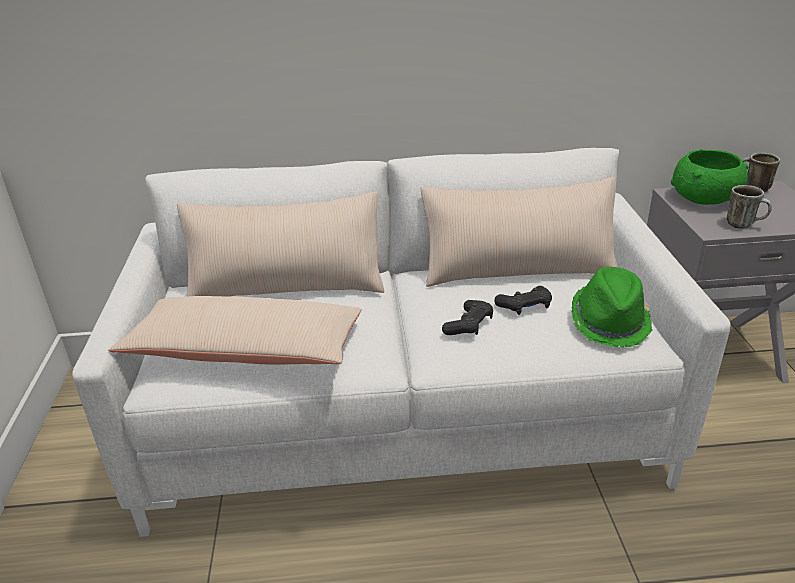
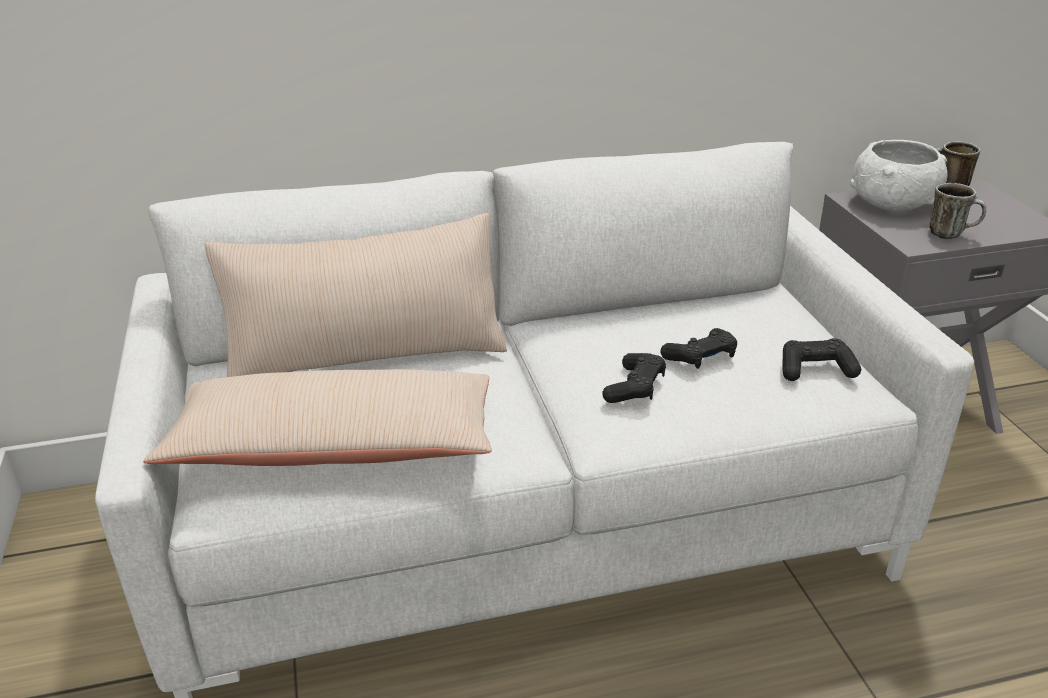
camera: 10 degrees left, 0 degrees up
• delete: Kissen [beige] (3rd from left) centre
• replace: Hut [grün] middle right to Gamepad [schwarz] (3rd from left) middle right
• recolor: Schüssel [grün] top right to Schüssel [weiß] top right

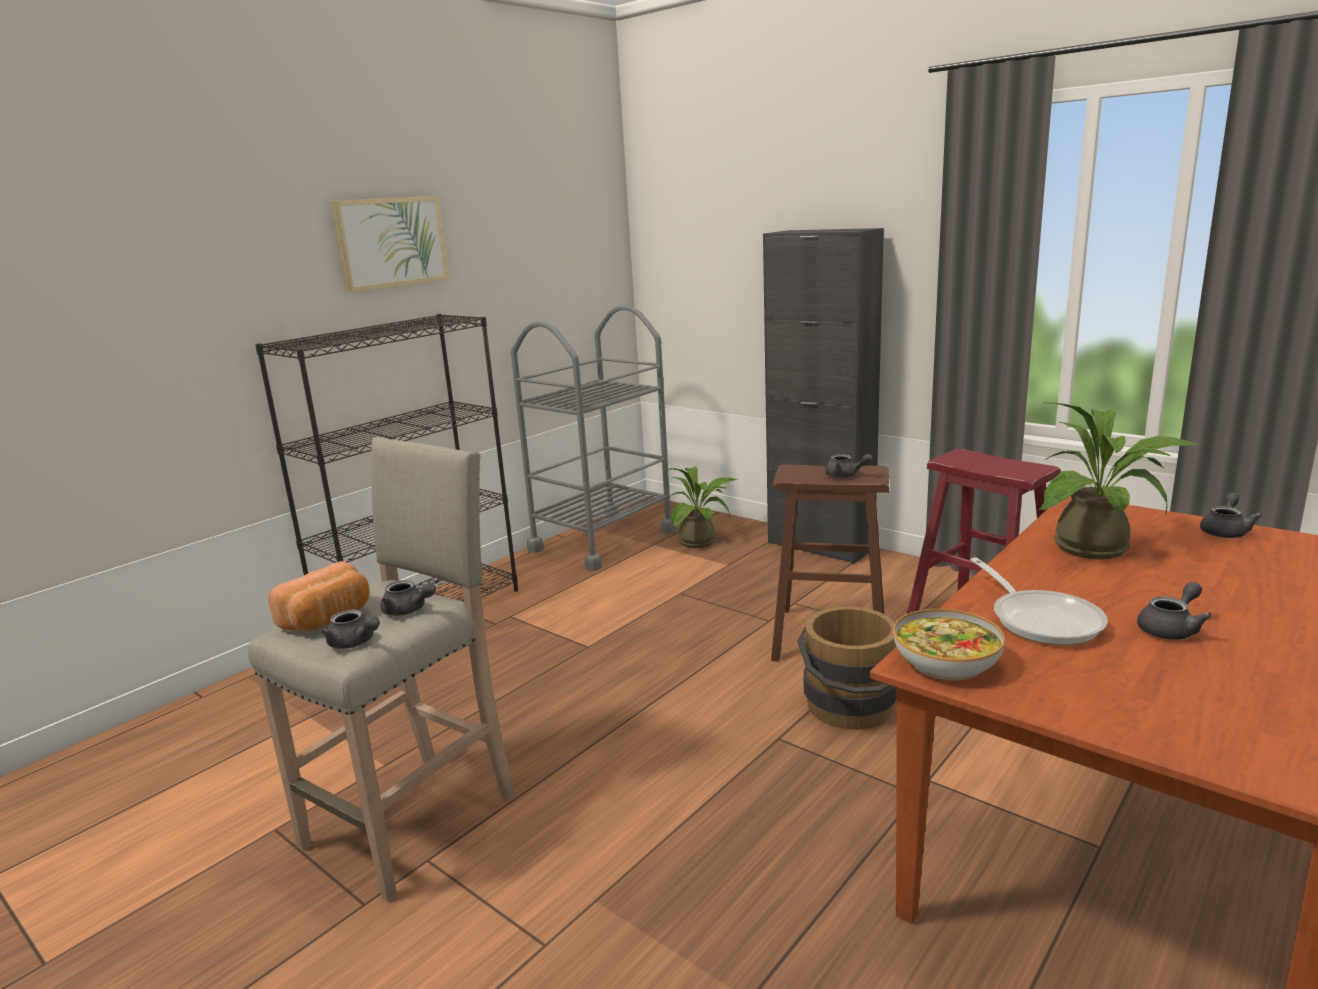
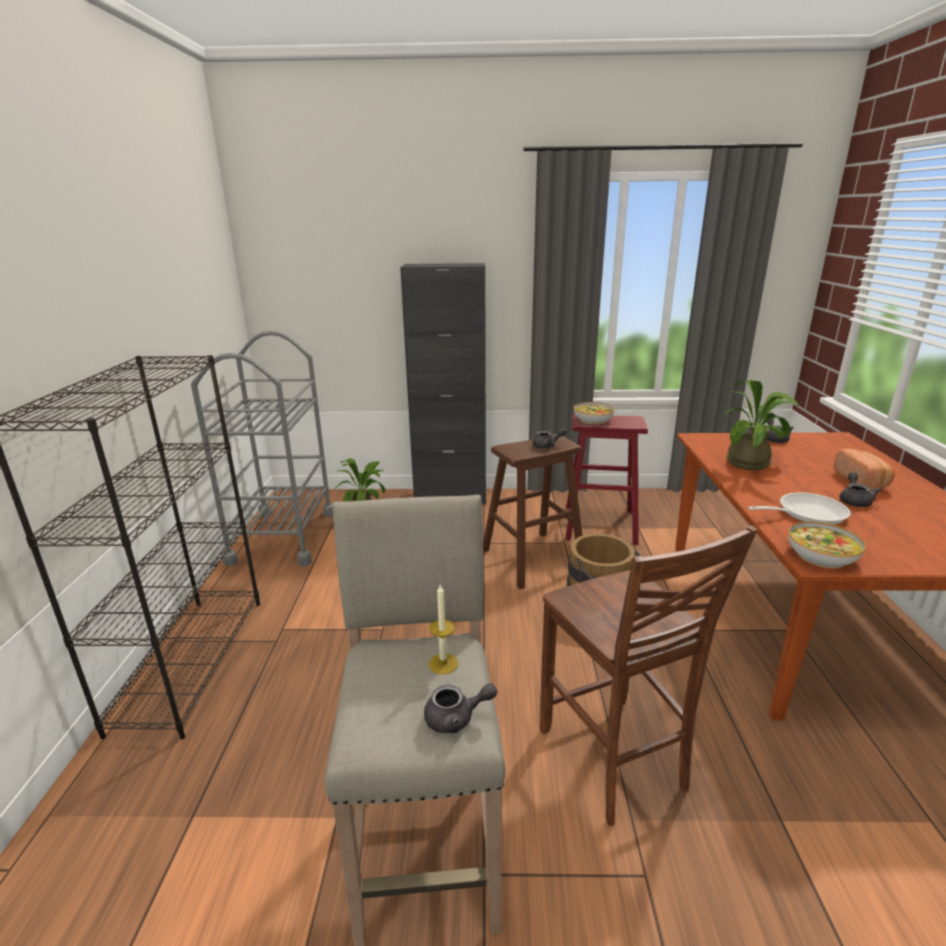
camera: 40 degrees left, 5 degrees up
• delete: Bild top left
• insert: Stuhl [braun] bottom right
• insert: Schüssel (1st from left) centre
• move: Brot middle left to middle right
• replace: Teekanne [grau] (2nd from left) middle left to Kerze centre
• rotate: Pfanne middle right = middle right 45 degrees counterclockwise

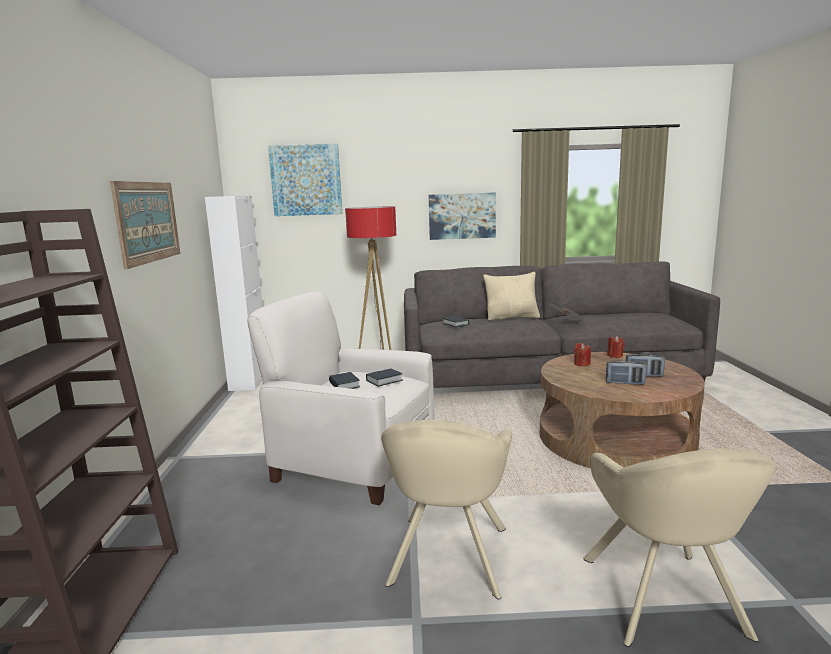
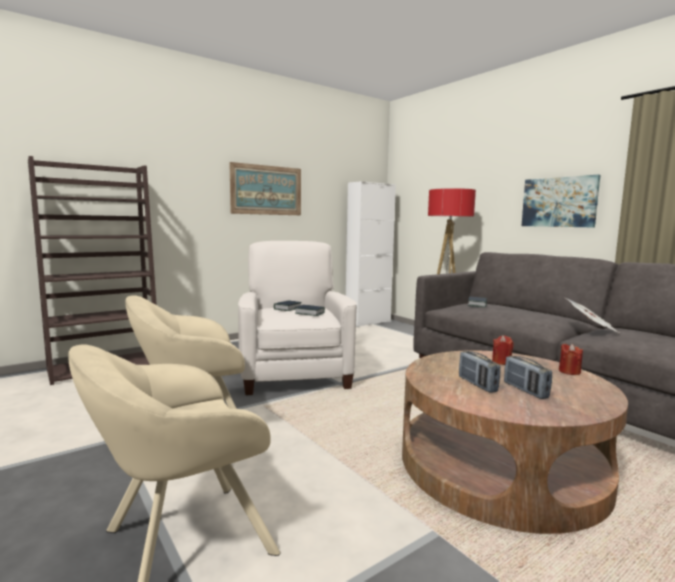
camera: 55 degrees right, 5 degrees down
• delete: Bild (2nd from left) top centre
• delete: Kissen [beige] centre

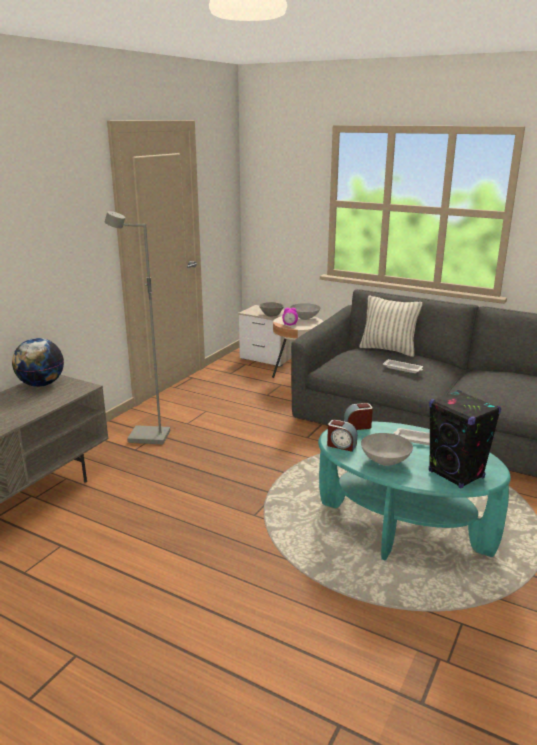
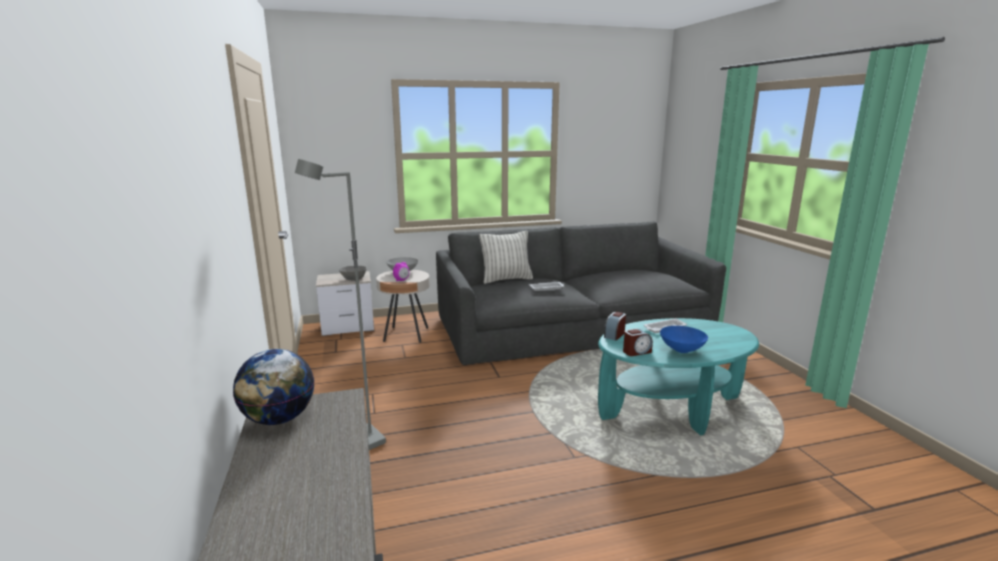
camera: 45 degrees left, 5 degrees down
• delete: Lautsprecher [schwarz] middle right
• recolor: Schüssel [grau] (3rd from left) middle right to Schüssel [blau] middle right

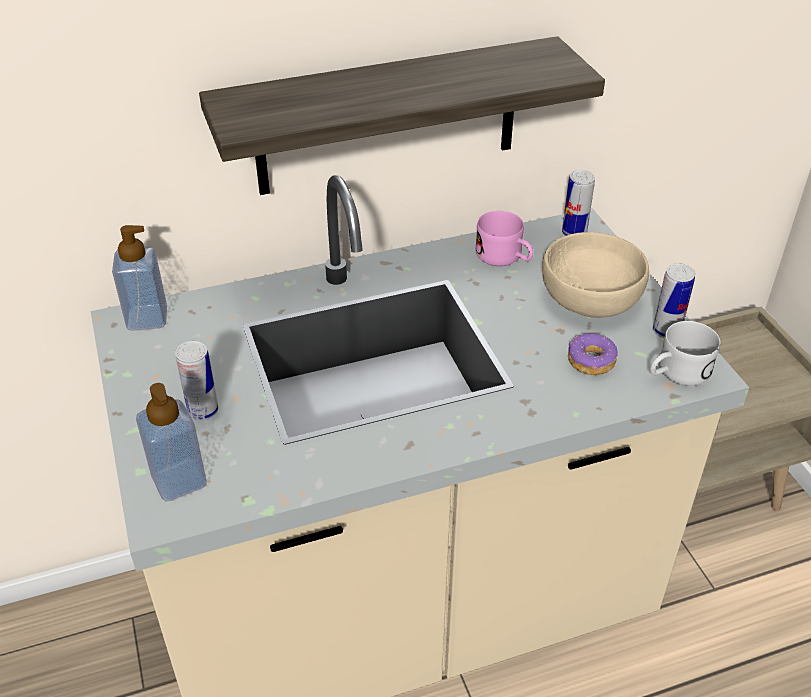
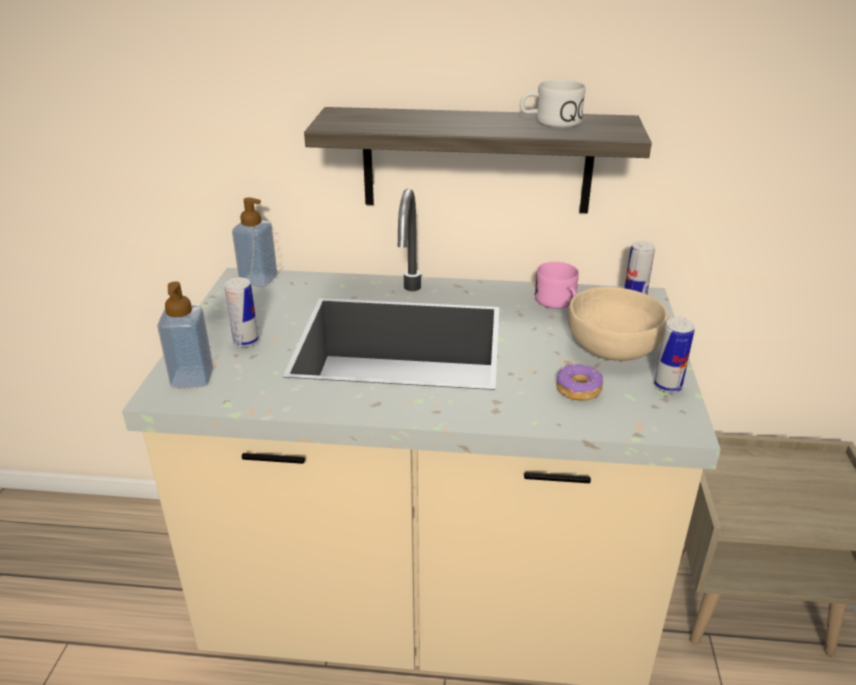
camera: 25 degrees right, 10 degrees down
• move: Henkelbecher [weiß] middle right to top centre

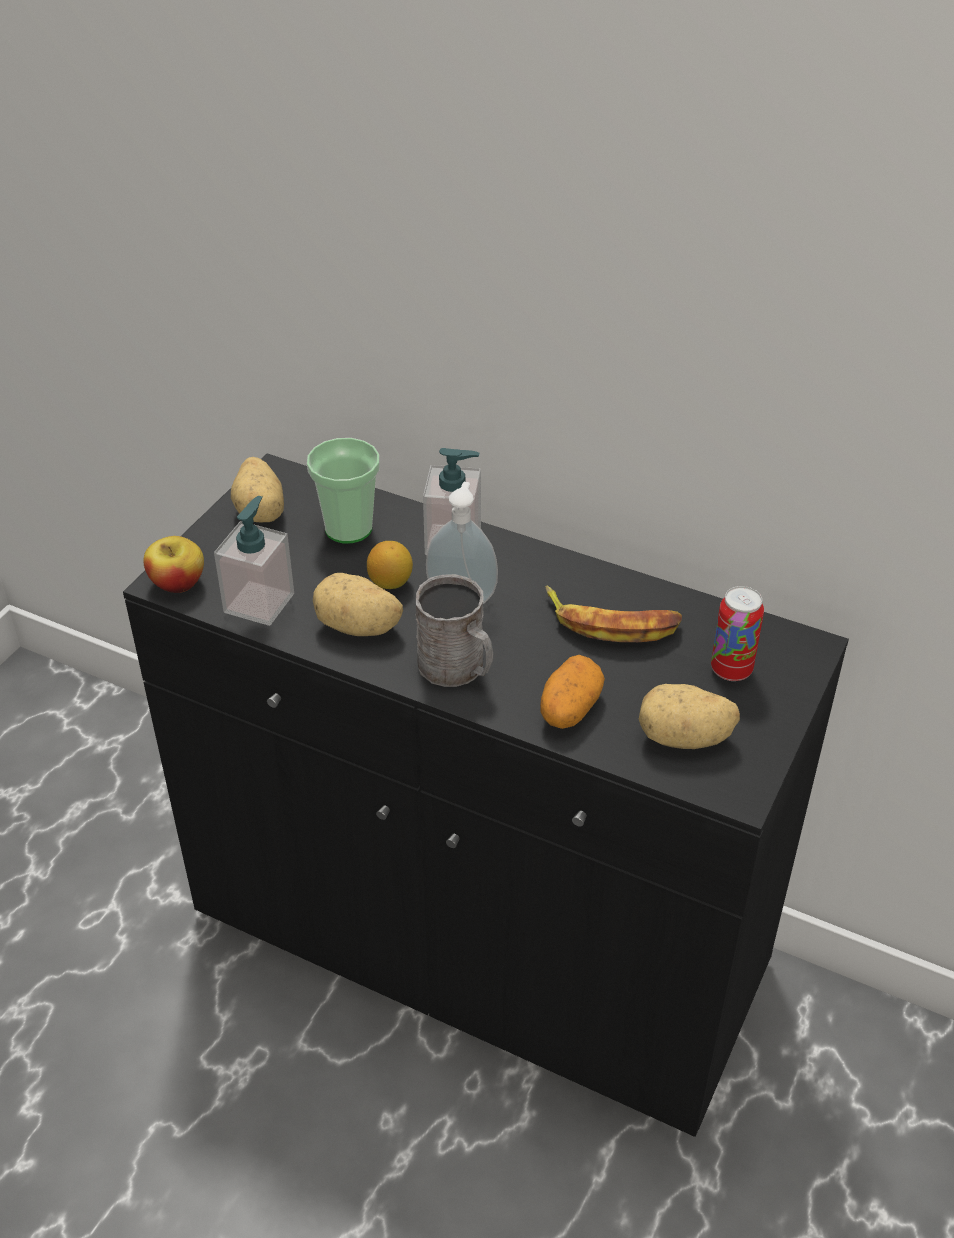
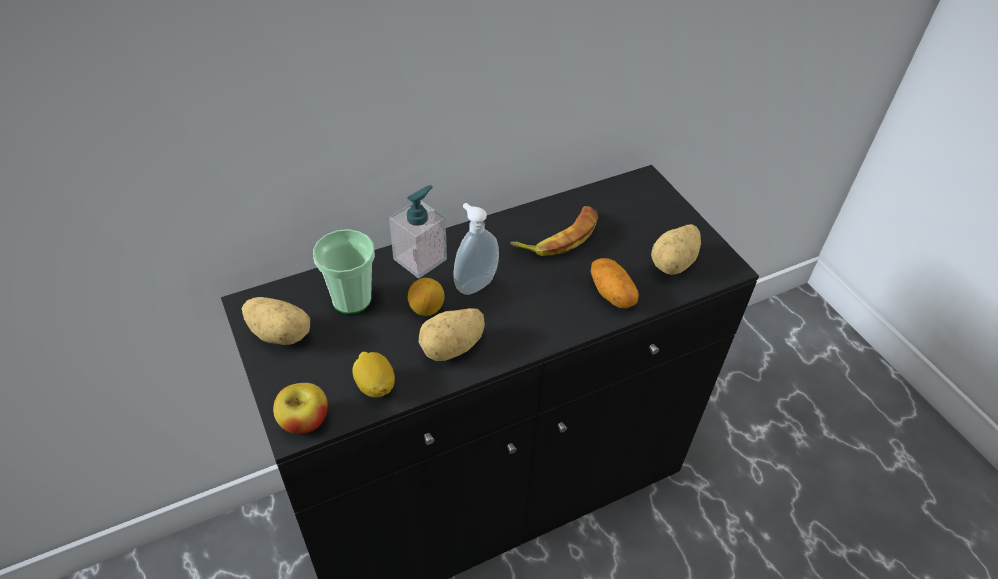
camera: 55 degrees left, 5 degrees up
• delete: Henkelbecher [grau] centre
• delete: Dose middle right
• replace: Seifenspender (1st from left) middle left to Zitrone (1st from left) centre

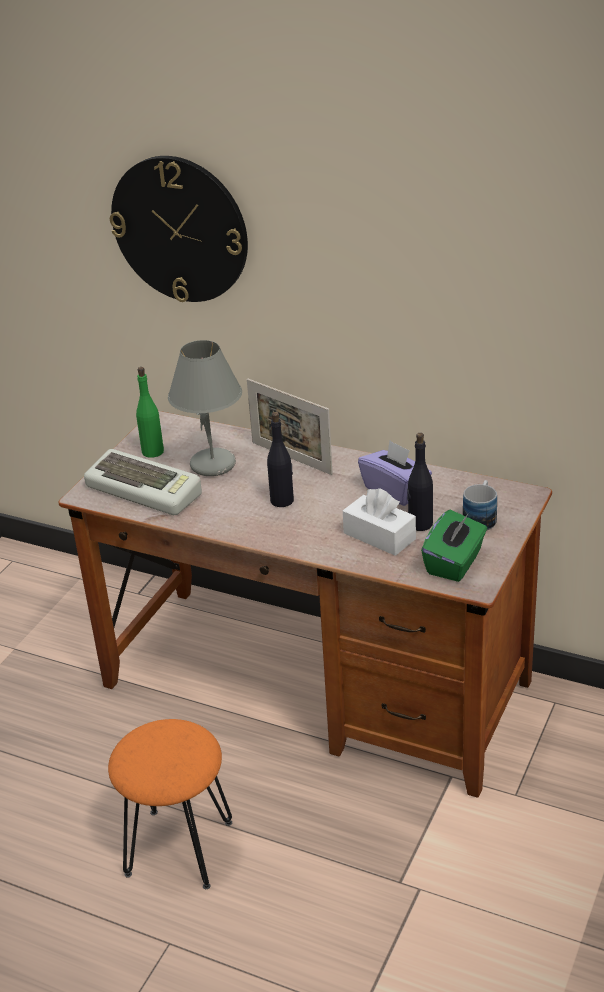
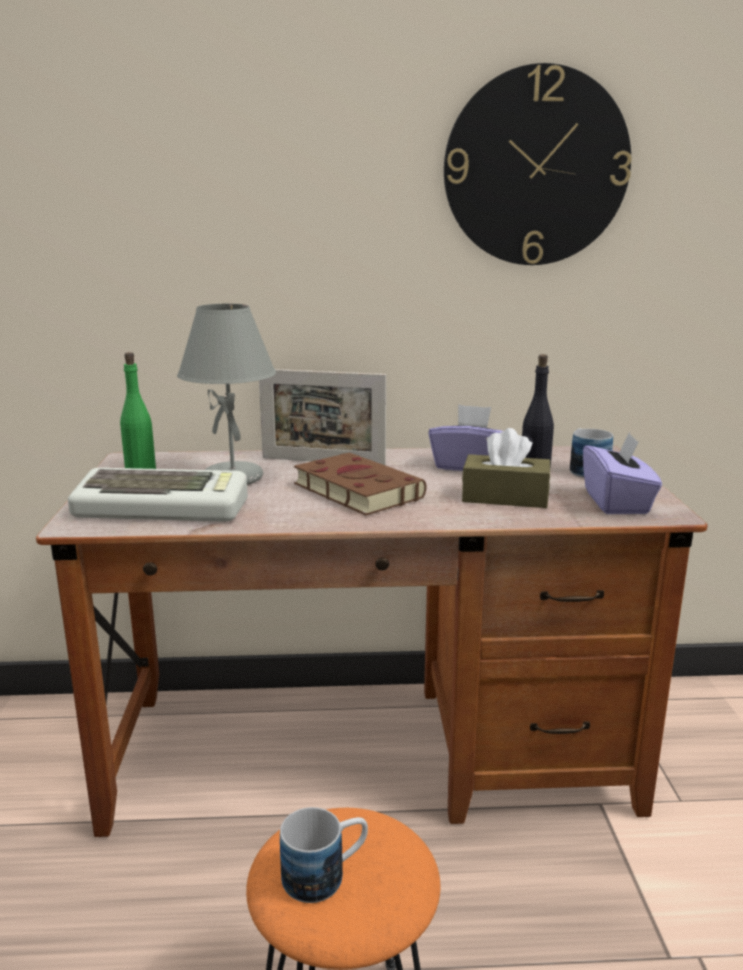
camera: 30 degrees left, 15 degrees down
• insert: Henkelbecher (1st from left) bottom centre
• move: Wanduhr top left to top right
• replace: Flasche [schwarz] (1st from left) centre to Buch [braun] centre
• recolor: Taschentuchbox [weiß] centre to Taschentuchbox [braun] middle right
• recolor: Taschentuchbox [grün] middle right to Taschentuchbox [lila] (2nd from left) middle right

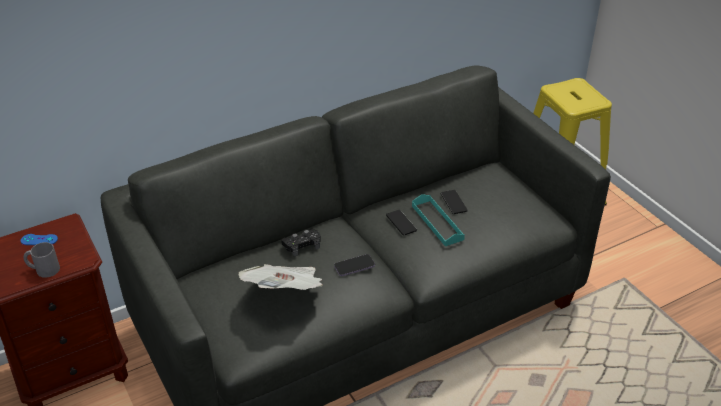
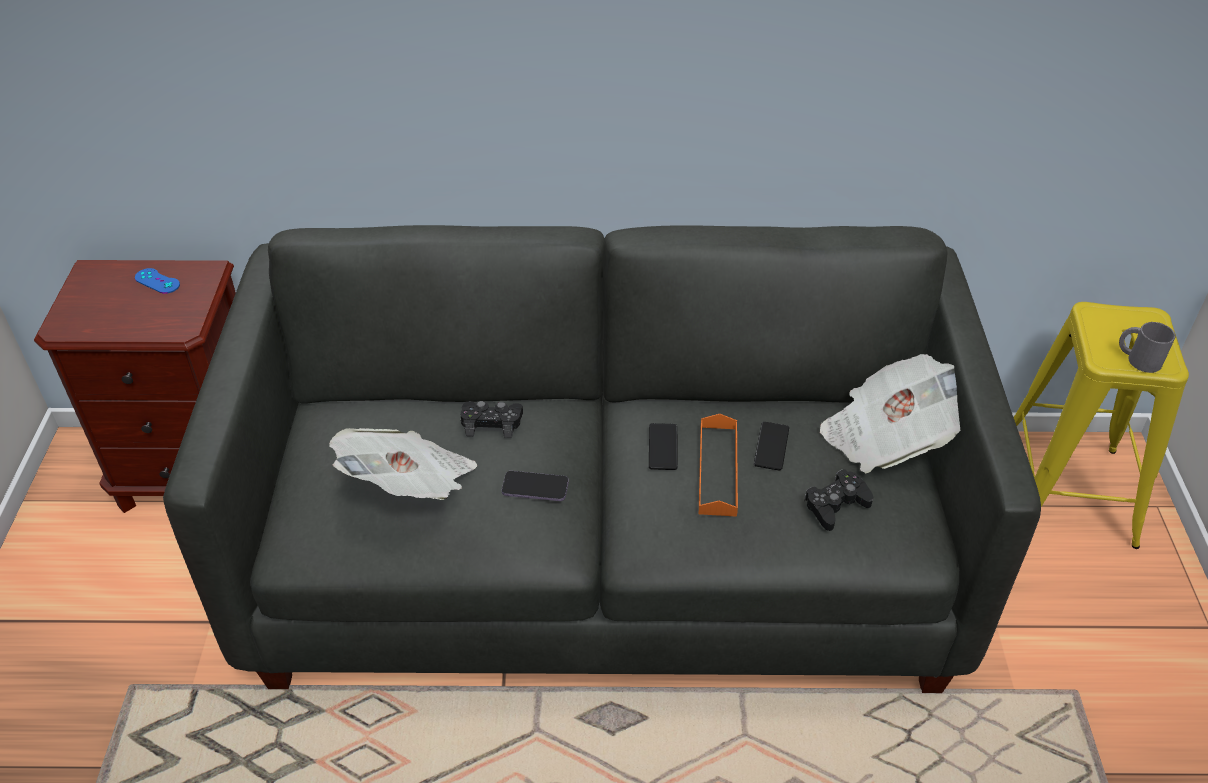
camera: 30 degrees right, 5 degrees up
• insert: Gamepad [schwarz] (2nd from left) middle right
• insert: Zeitung (2nd from left) middle right
• move: Henkelbecher [grau] middle left to middle right
• recolor: Tablett [türkis] centre to Tablett [orange] centre

